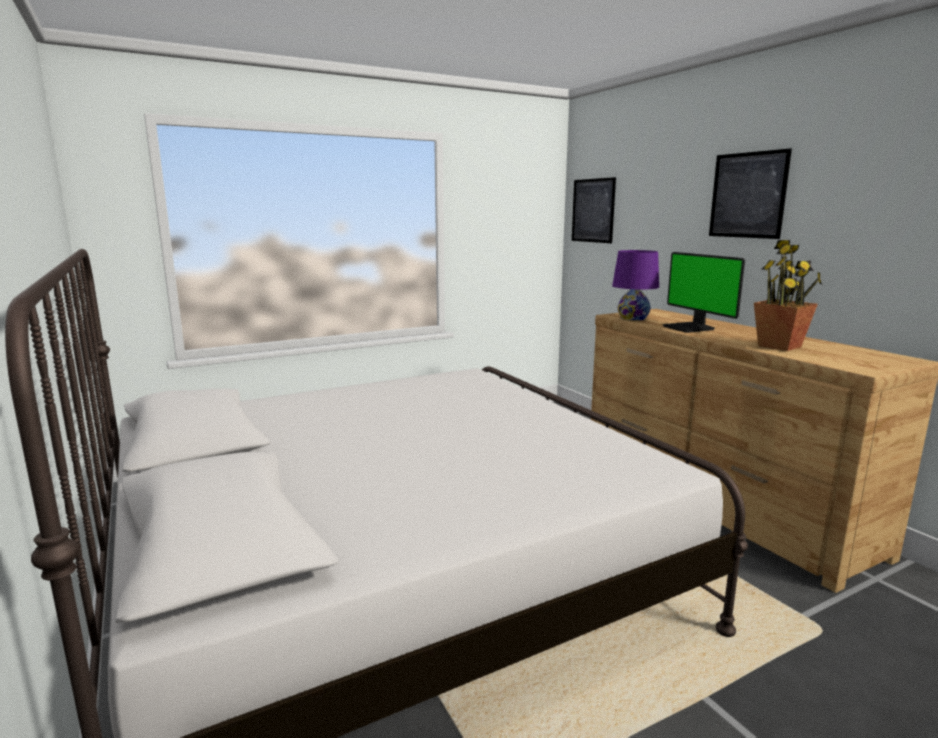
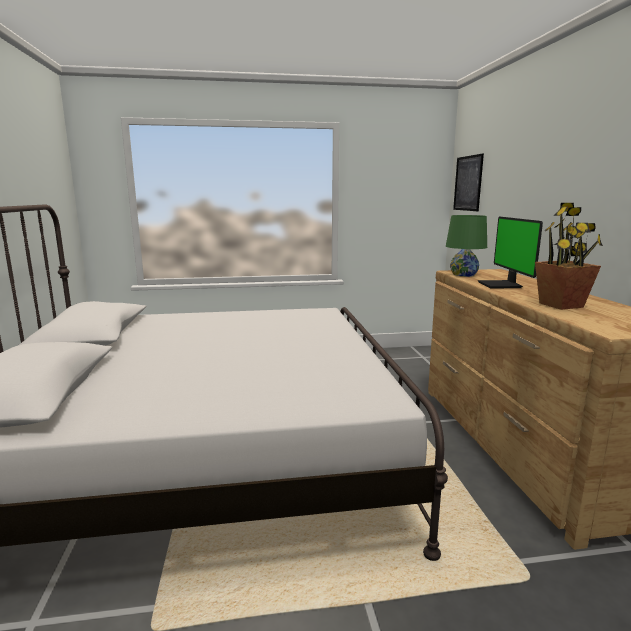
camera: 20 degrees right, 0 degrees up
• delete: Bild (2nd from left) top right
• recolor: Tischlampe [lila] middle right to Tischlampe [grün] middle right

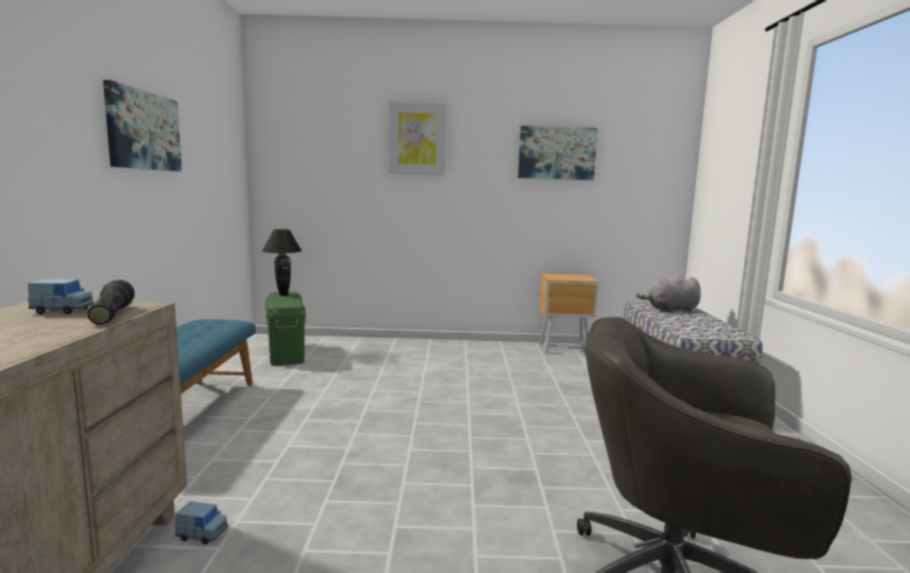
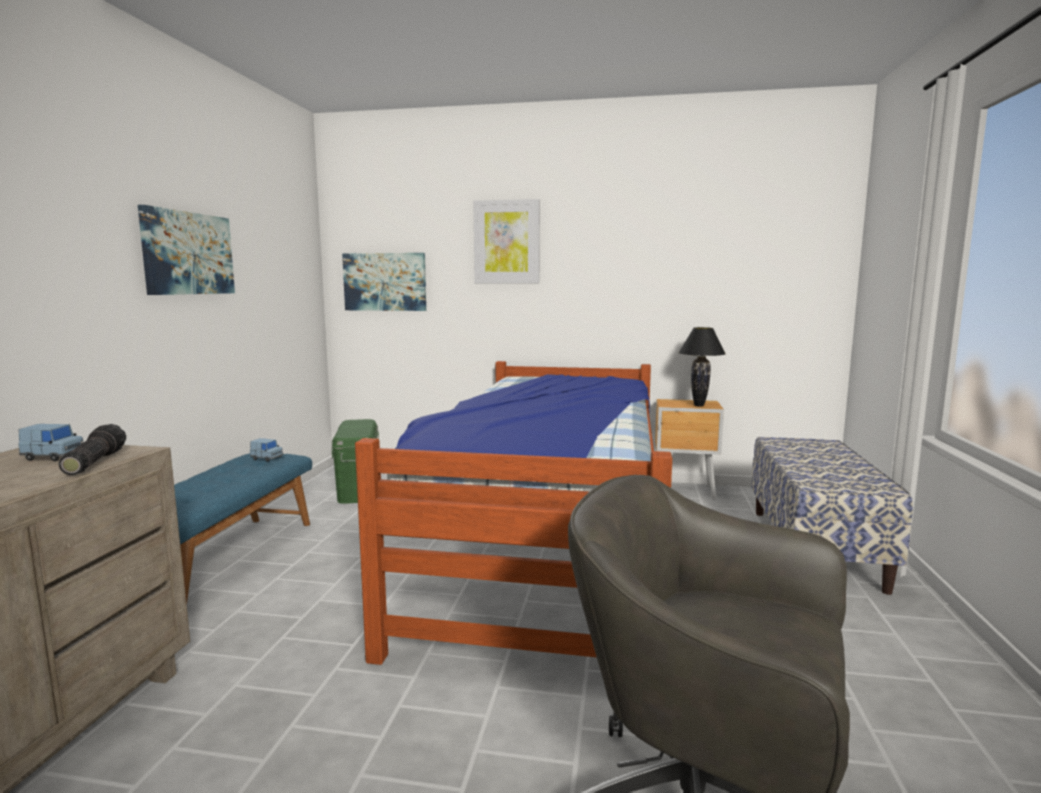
camera: 10 degrees right, 0 degrees up
• delete: Plüschtier [grau] middle right
• insert: Bett centre
• move: Spielzeugauto [blau] (2nd from left) bottom left to middle left
• move: Tischlampe [schwarz] middle left to middle right
• move: Bild (3rd from left in the first image) top centre to Bild (2nd from left) centre

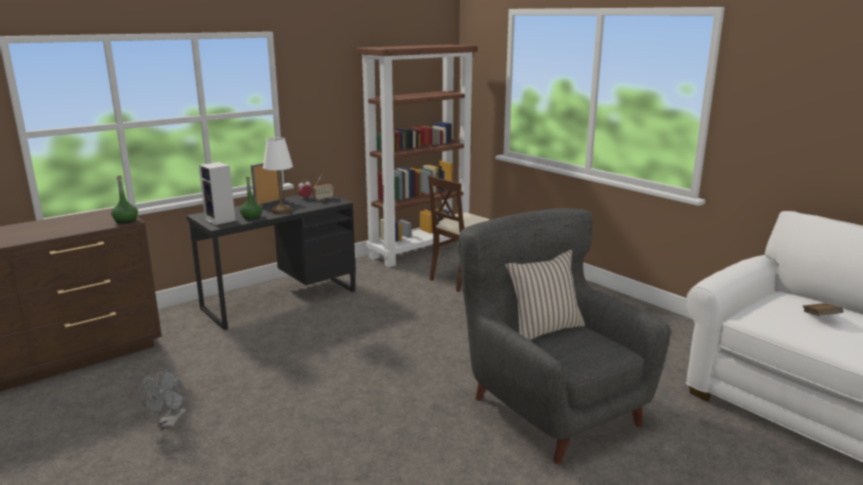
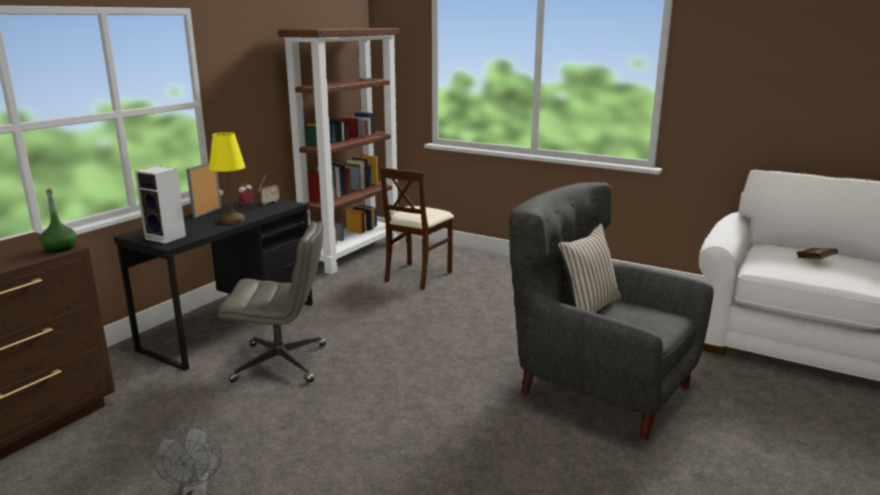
camera: 20 degrees left, 0 degrees up
• delete: Flasche [grün] (2nd from left) middle left
• insert: Bürostuhl [grau] middle left
• recolor: Tischlampe [weiß] middle left to Tischlampe [gelb] middle left

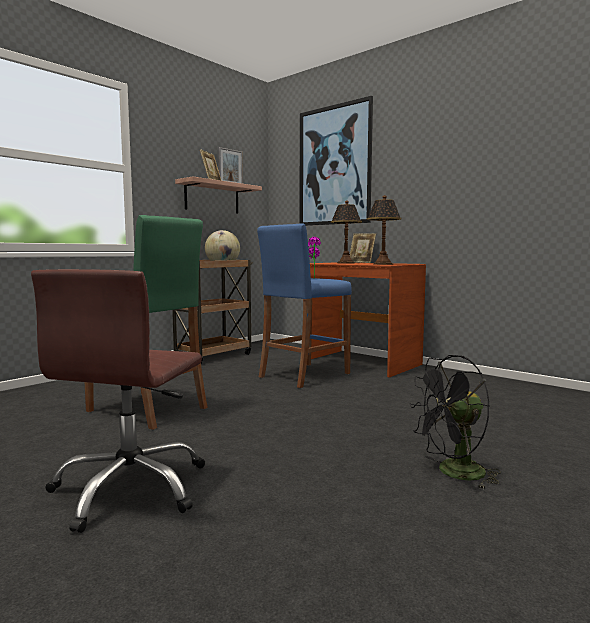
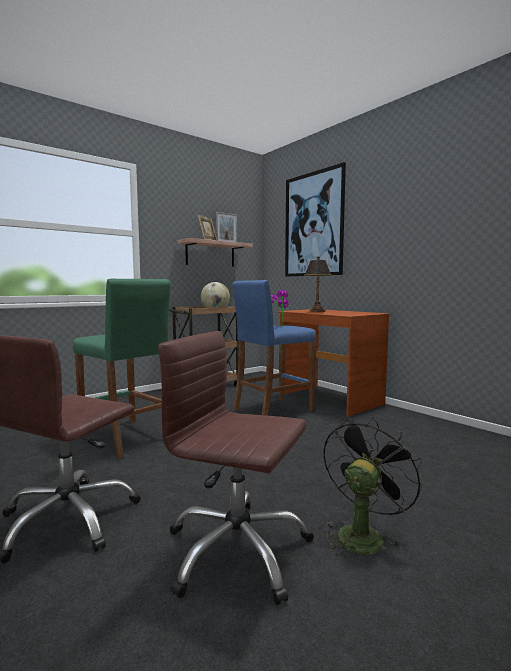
camera: 10 degrees right, 0 degrees up
• delete: Bilderrahmen (3rd from left) centre
• delete: Tischlampe (2nd from left) centre
• insert: Bürostuhl [braun] (2nd from left) bottom centre
• rotate: Ventilator [schwarz] bottom right = bottom right 135 degrees clockwise

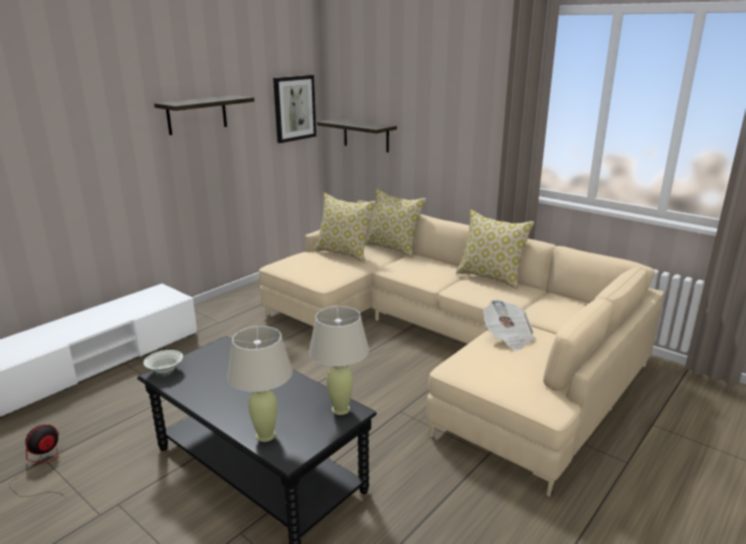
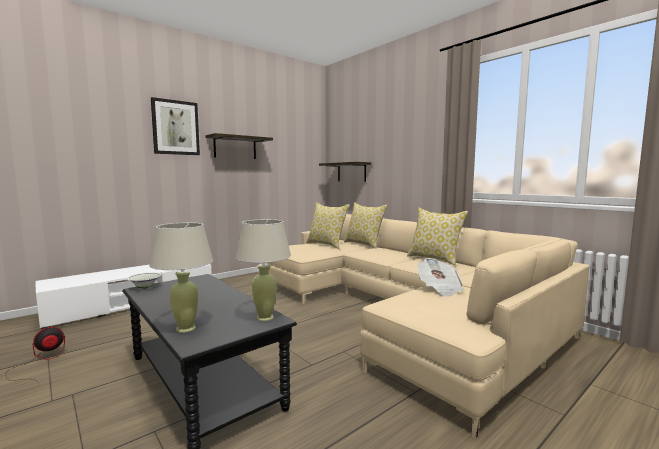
camera: 10 degrees right, 15 degrees down
• move: Bild top centre to top left

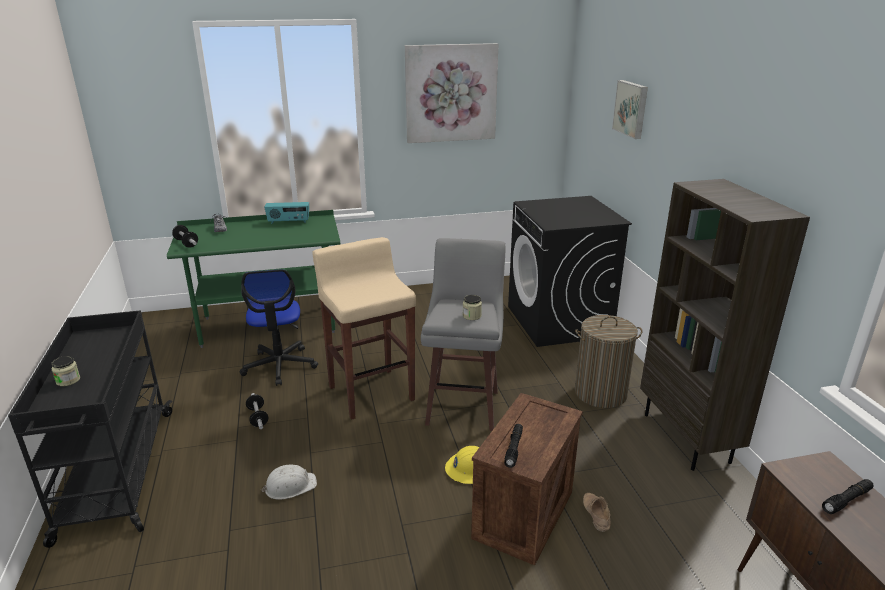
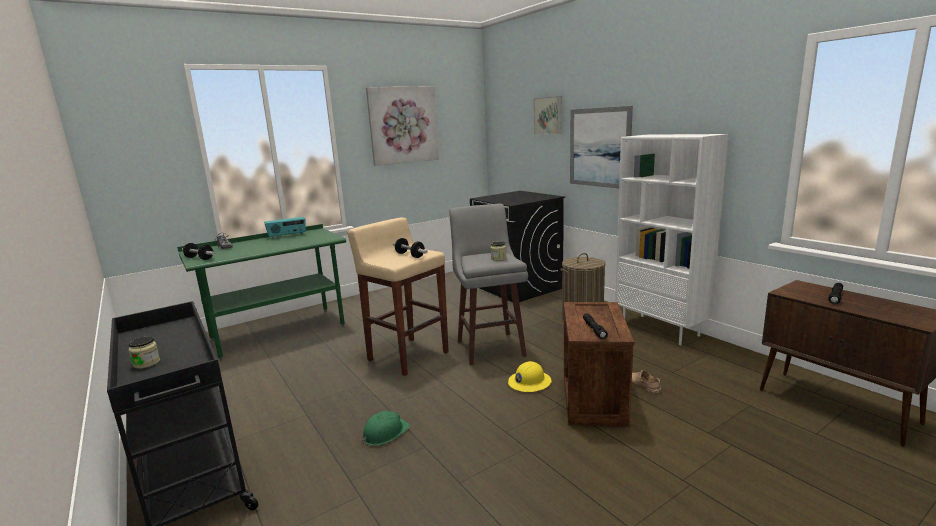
camera: 20 degrees left, 10 degrees down
• delete: Bürostuhl middle left
• insert: Bild (3rd from left) top centre
• move: Hantel (2nd from left) bottom left to centre
• recolor: Schutzhelm [weiß] bottom left to Schutzhelm [grün] bottom centre
• recolor: Bücherregal [braun] middle right to Bücherregal [weiß] middle right

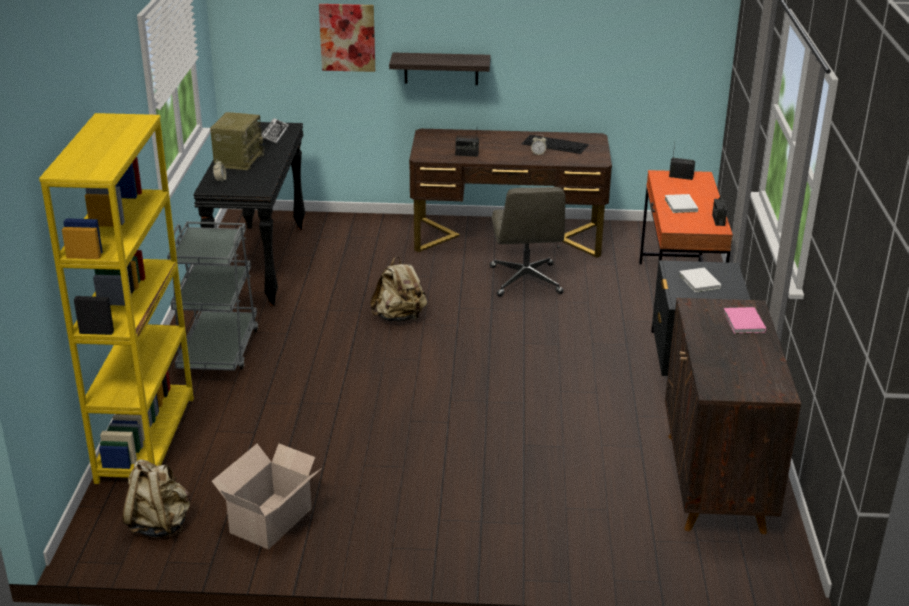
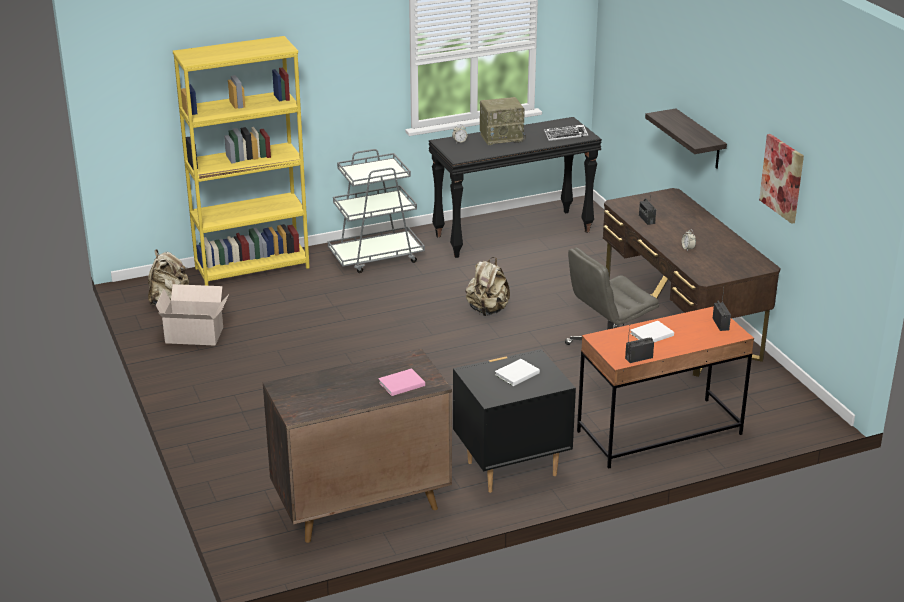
camera: 65 degrees right, 0 degrees up
• delete: Tastatur (2nd from left) top centre
• move: Bild top centre to top right

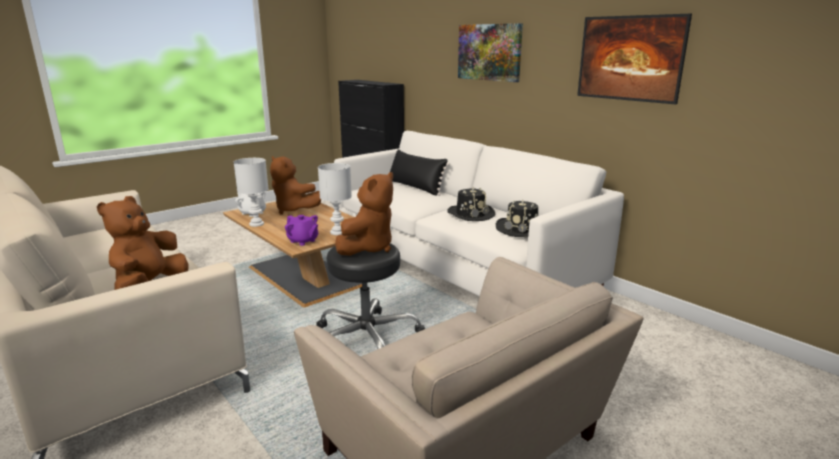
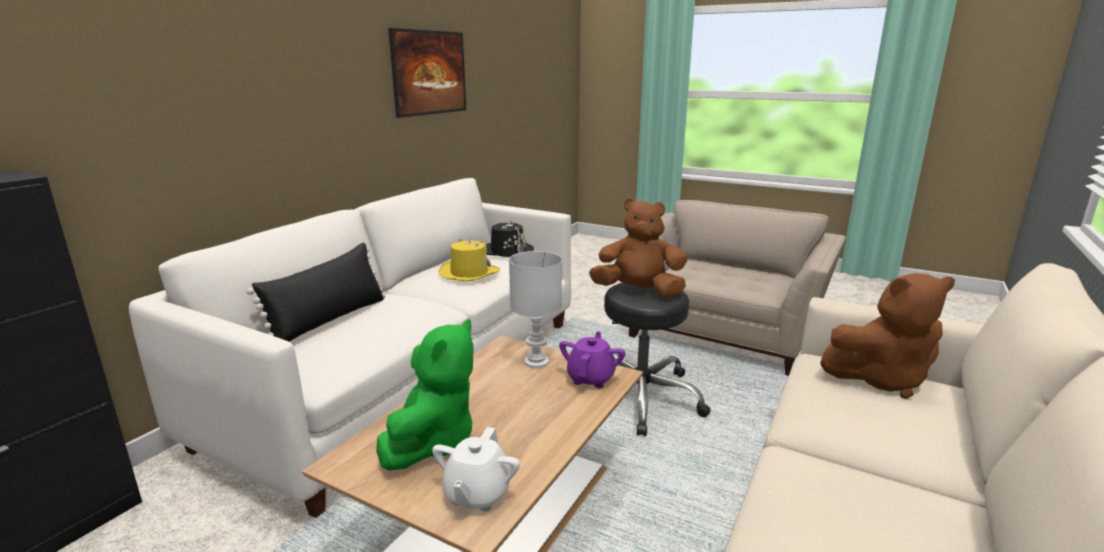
camera: 110 degrees left, 0 degrees up
• delete: Tischlampe [weiß] (1st from left) middle left
• delete: Bild (1st from left) top centre
• recolor: Plüschtier [braun] (2nd from left) centre to Plüschtier [grün] bottom centre
• recolor: Hut [schwarz] (1st from left) centre to Hut [gelb] centre

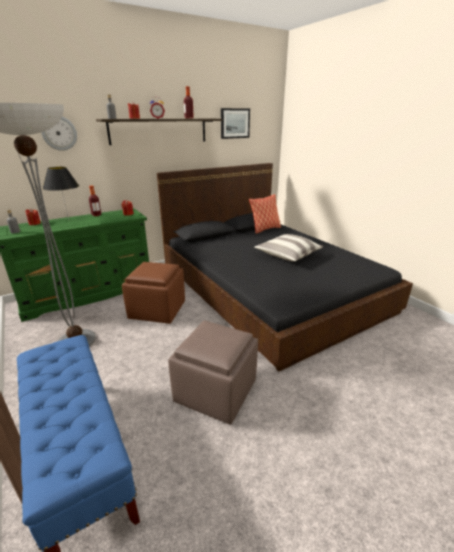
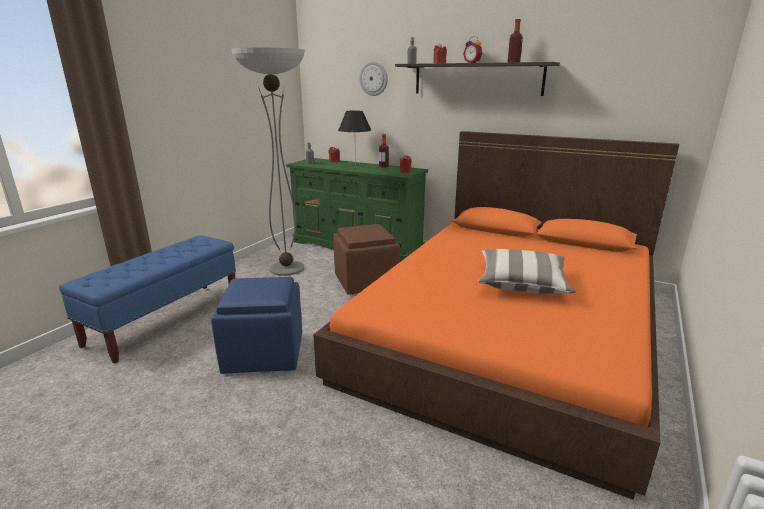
camera: 60 degrees right, 5 degrees down
• delete: Bild top centre
• delete: Kissen (1st from left) centre
• recolor: Bett [schwarz] centre to Bett [orange] centre
• recolor: Polsterhocker [braun] (2nd from left) bottom centre to Polsterhocker [blau] centre

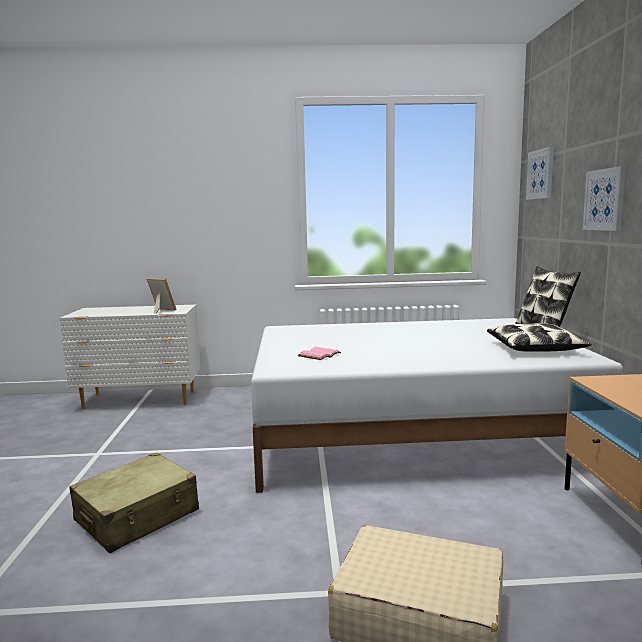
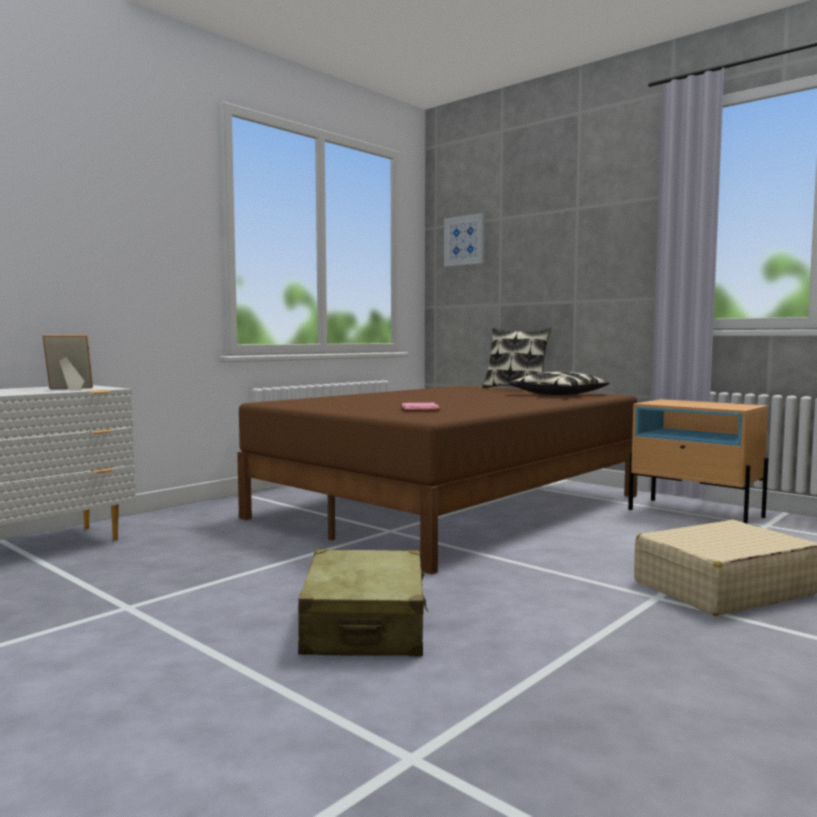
camera: 45 degrees left, 5 degrees down
• delete: Bild (2nd from left) top right
• recolor: Bett [weiß] middle right to Bett [braun] centre

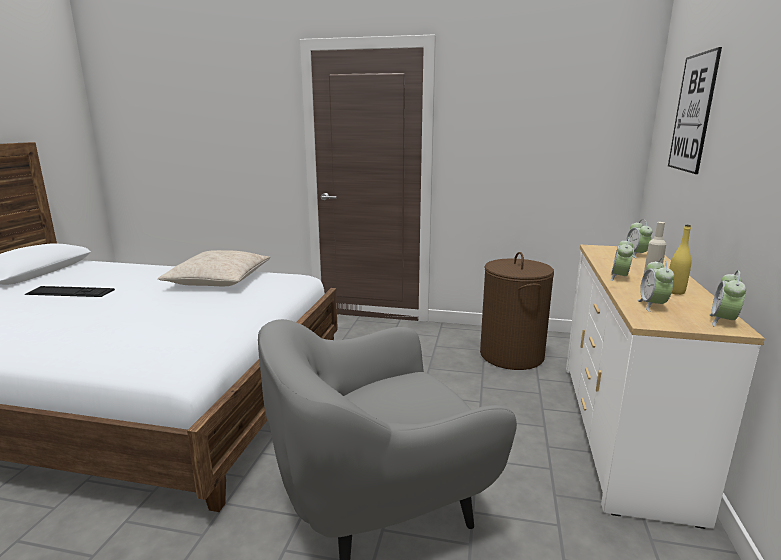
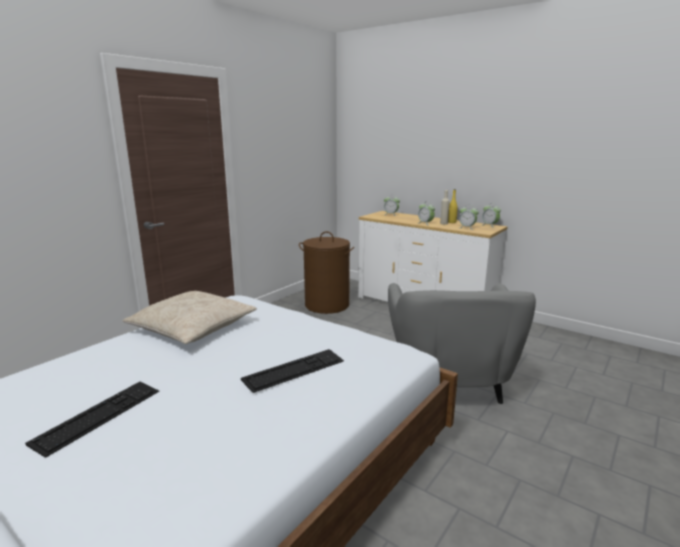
camera: 65 degrees left, 0 degrees up
• delete: Bild top right
• insert: Tastatur (2nd from left) bottom centre

